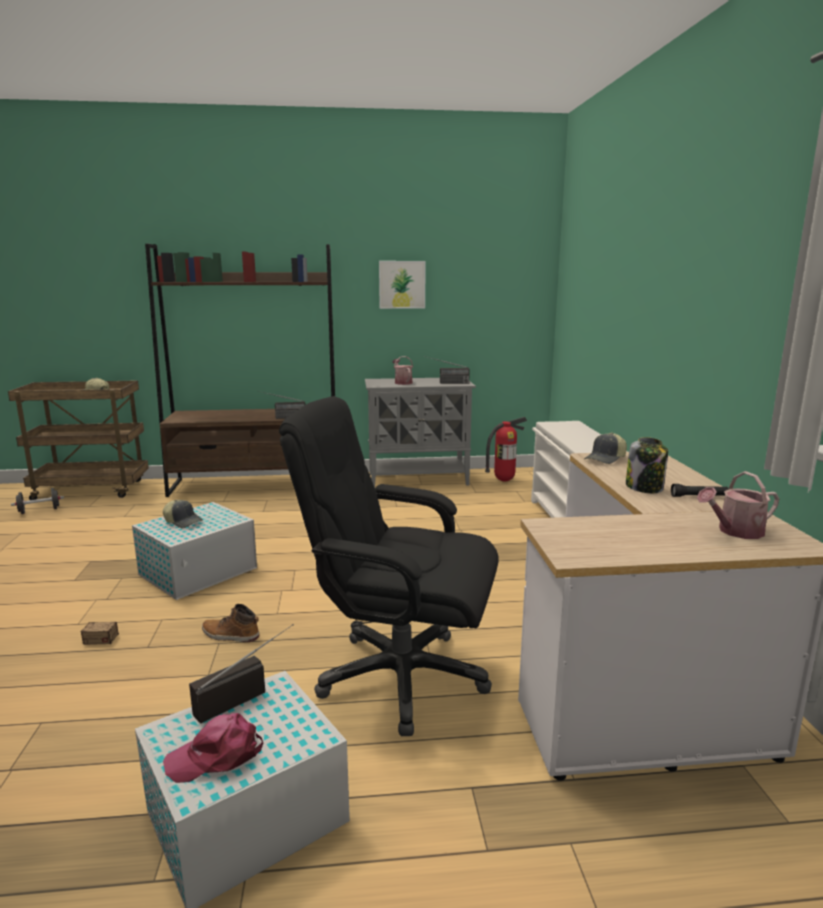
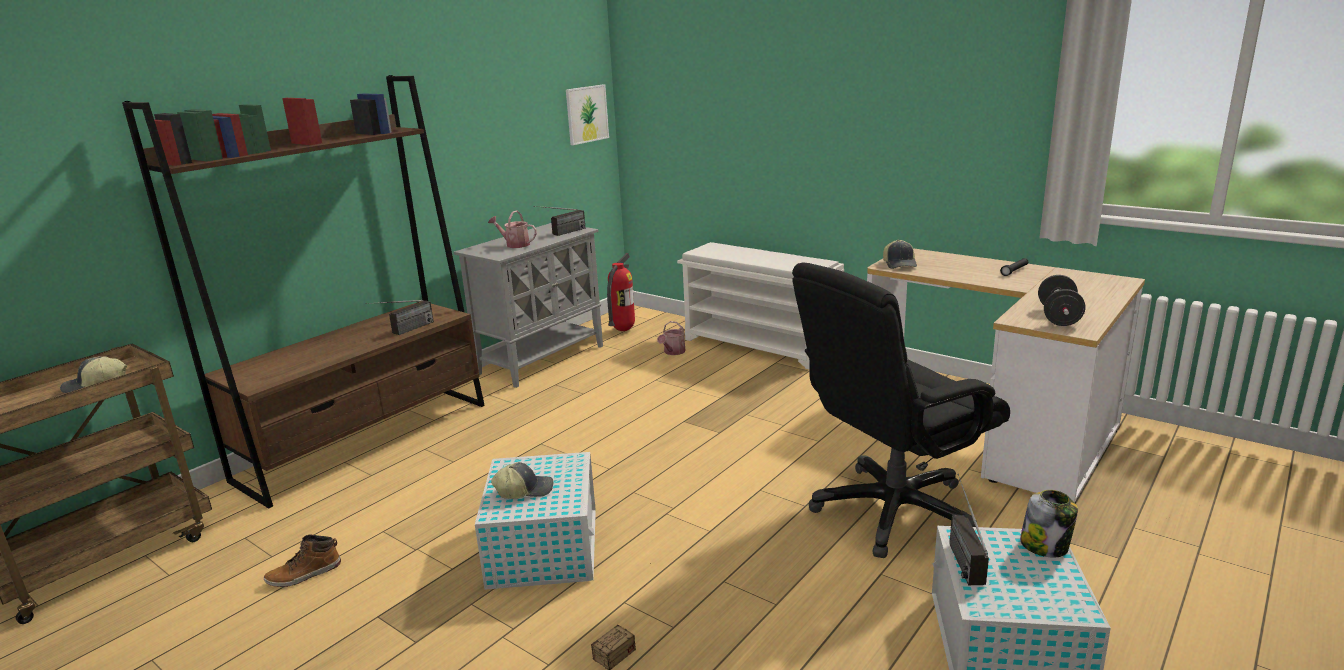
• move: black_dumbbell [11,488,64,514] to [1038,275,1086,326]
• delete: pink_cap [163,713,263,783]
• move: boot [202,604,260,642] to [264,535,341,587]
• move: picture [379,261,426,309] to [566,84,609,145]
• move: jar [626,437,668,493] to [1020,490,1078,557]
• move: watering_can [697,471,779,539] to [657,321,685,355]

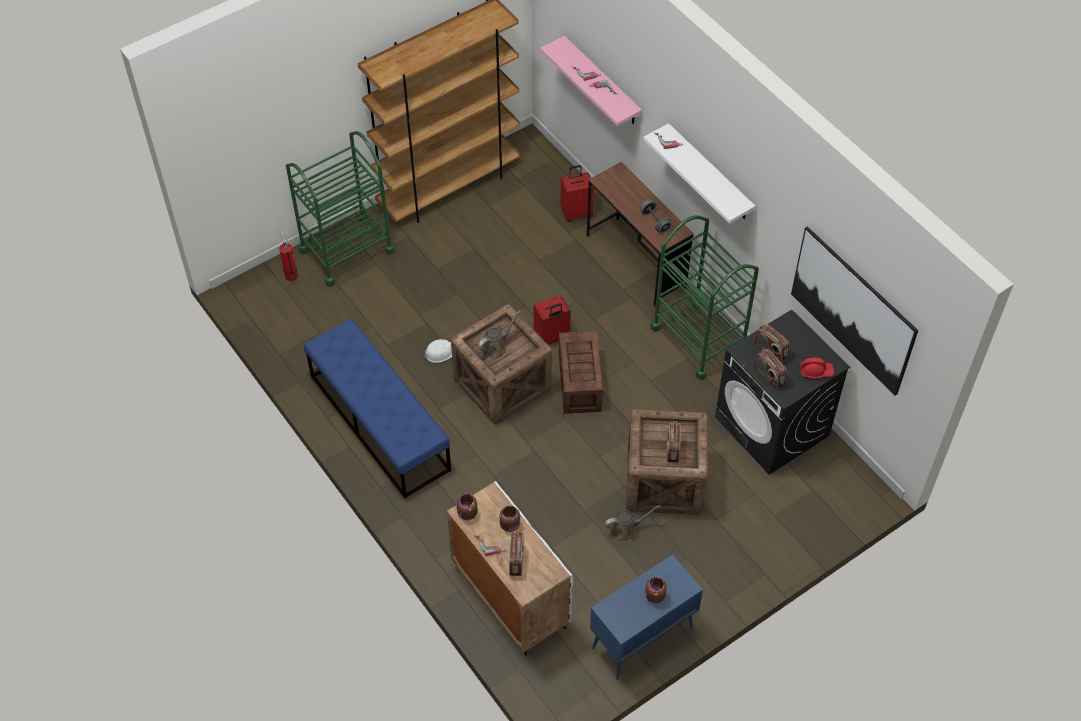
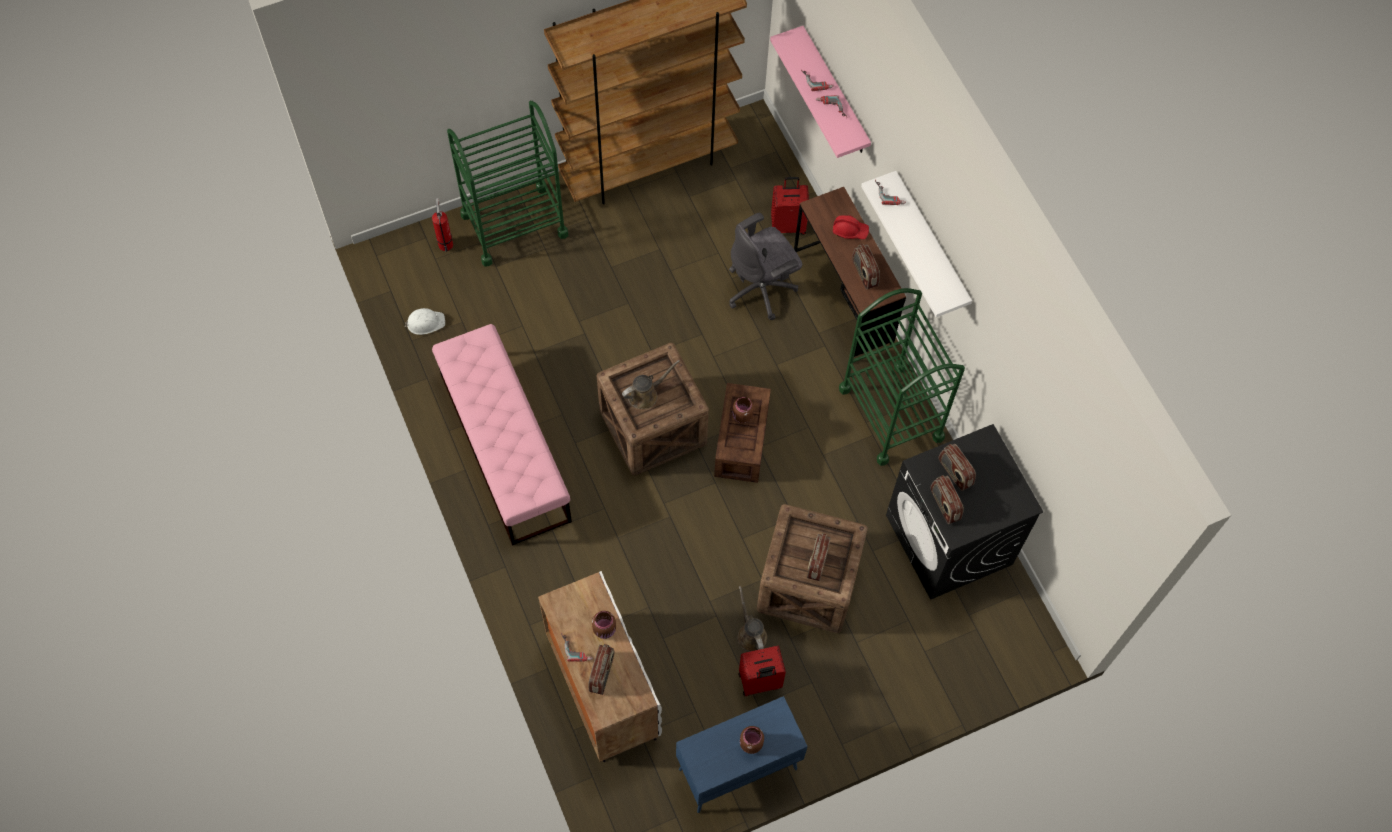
• recolor: blue_bench [304,319,451,498] to pink_bench [432,324,572,546]
• move: white_hard_hat [424,339,452,363] to [404,308,445,335]
• move: brown_jar [457,494,478,520] to [732,397,754,423]
• move: red_suitcase [534,295,571,345] to [738,646,786,696]
• rotate: brown_watering_can [605,505,661,542] = [738,586,767,652] 105 degrees counterclockwise
• replace: grey_dumbbell [640,200,671,233] to radio [852,244,880,290]
• delete: picture [791,226,918,396]
• move: red_hard_hat [800,357,834,379] to [833,215,869,239]
• insert: grey_office_chair [729,213,802,320]

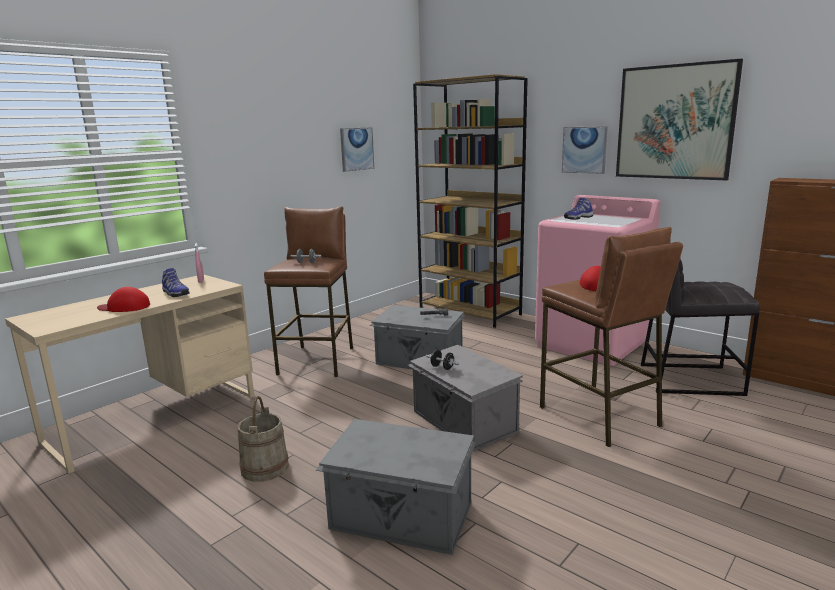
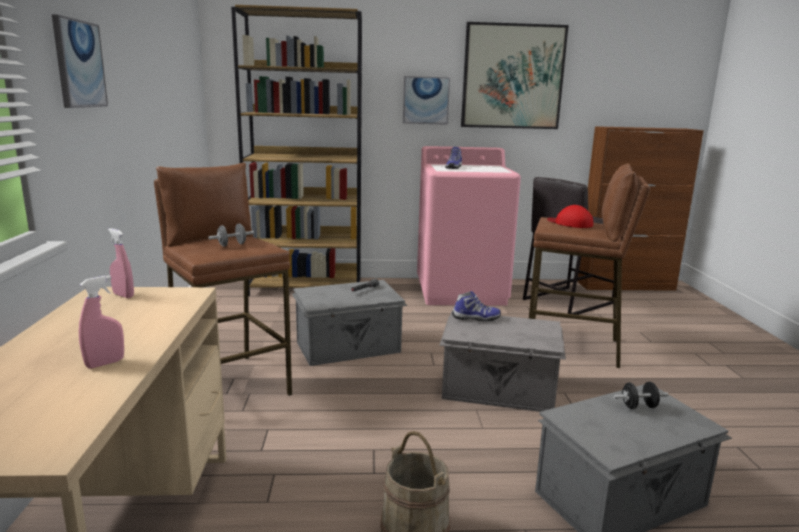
• replace: red_cap [97,287,150,312] to pink_spray_bottle [79,275,124,369]
• move: shoe [162,268,190,297] to [452,291,501,322]
• move: picture [340,127,374,172] to [52,14,108,108]
• move: black_dumbbell [426,350,459,370] to [614,382,668,409]

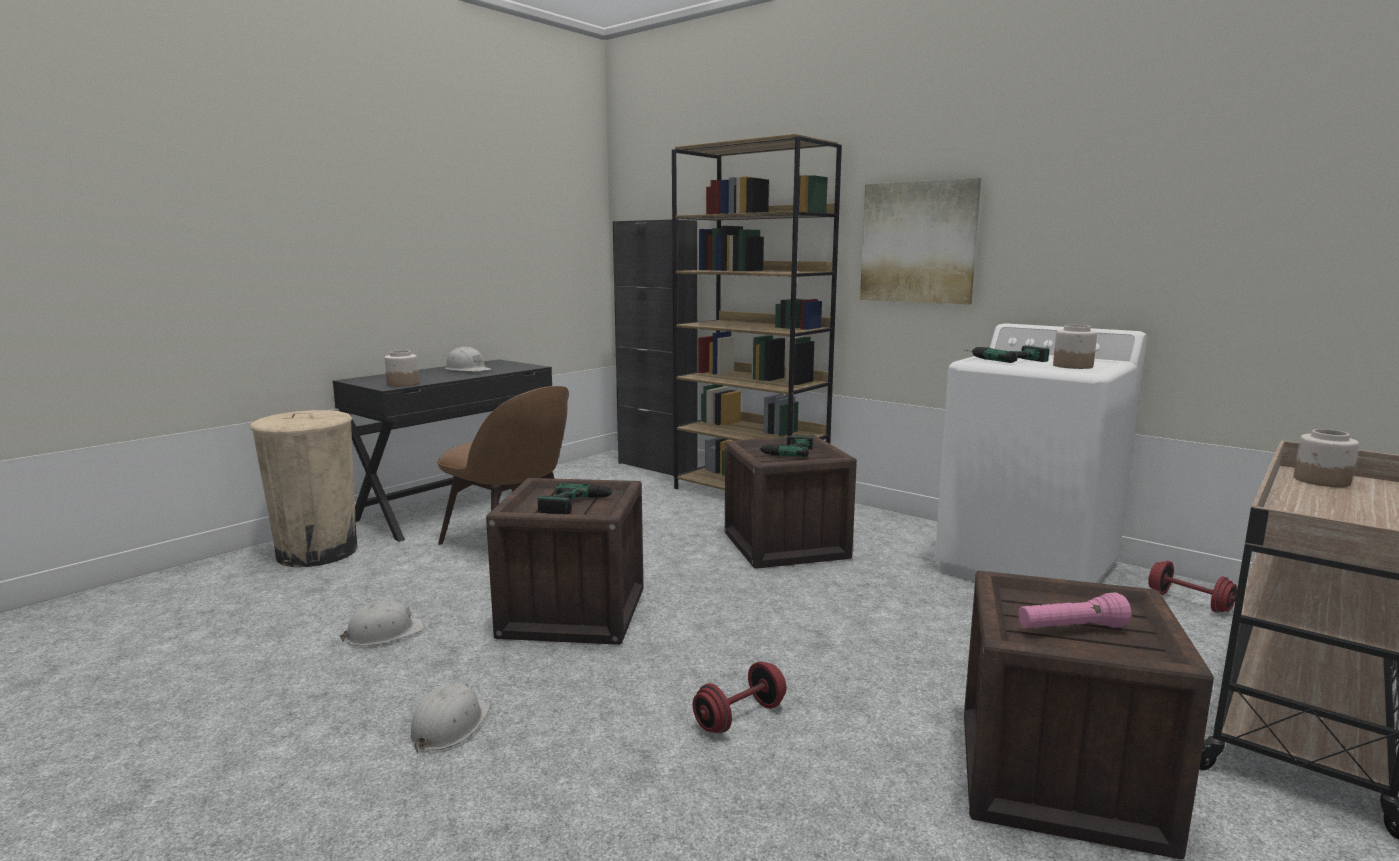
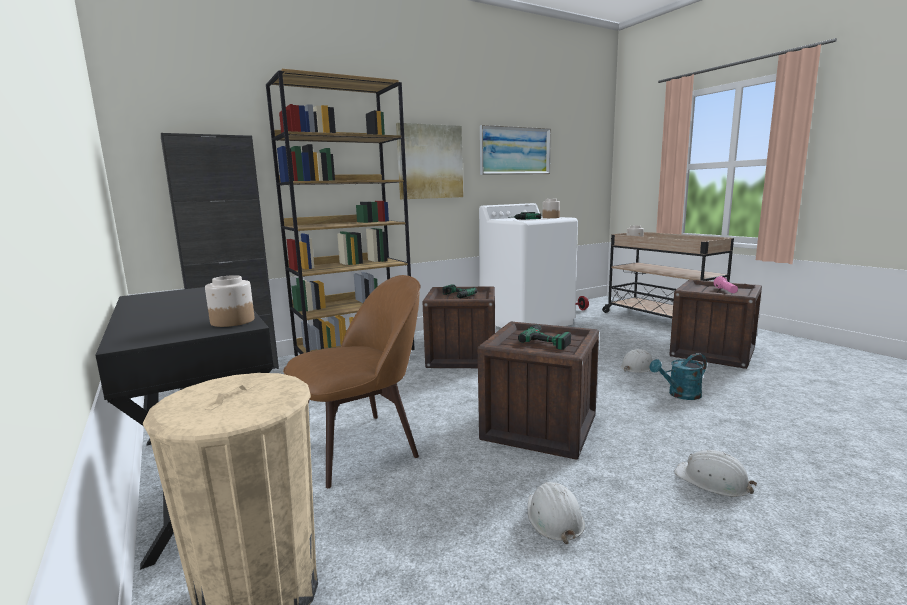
• move: white_hard_hat [445,346,492,372] to [621,349,653,373]
• replace: red_dumbbell [693,661,786,733] to turquoise_watering_can [650,353,707,400]
• insert: picture [480,125,551,175]

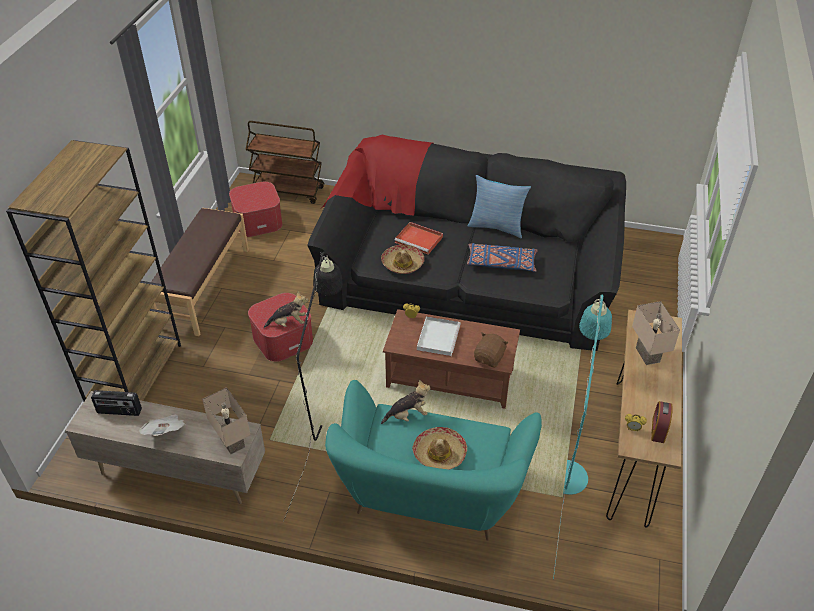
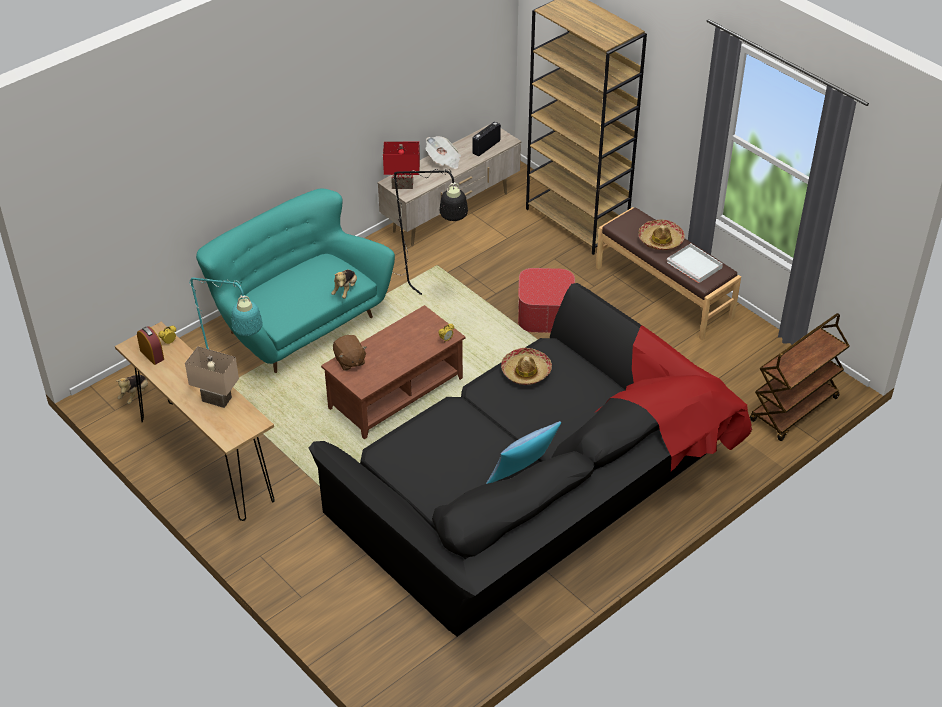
• recolor: beige_table_lamp [202,387,251,454] to red_table_lamp [383,141,420,189]
• delete: ottoman [229,182,283,237]
• move: plush_toy [264,292,308,328] to [116,374,148,404]
• delete: red_tray [394,222,443,255]
• move: hat [412,427,467,469] to [638,219,685,250]
• move: white_tray [417,316,461,356] to [667,243,723,283]
• delete: blue_pillow [467,243,538,272]

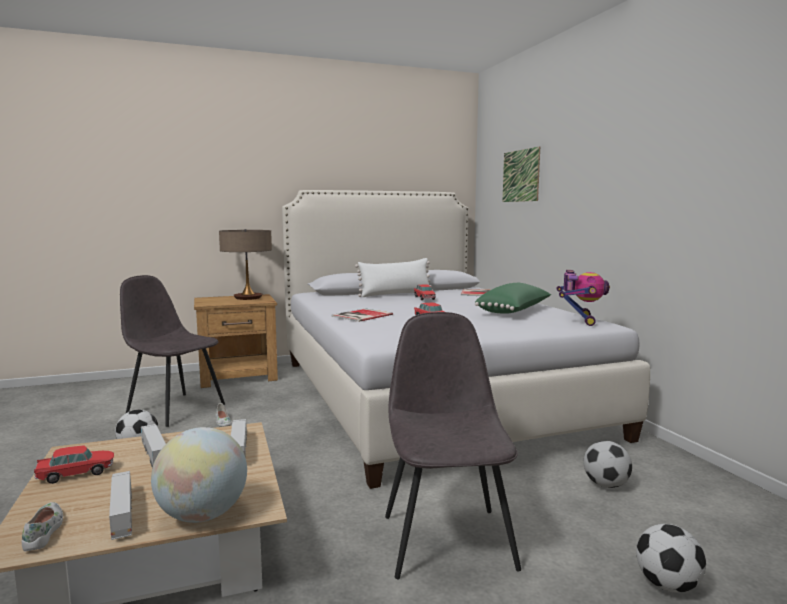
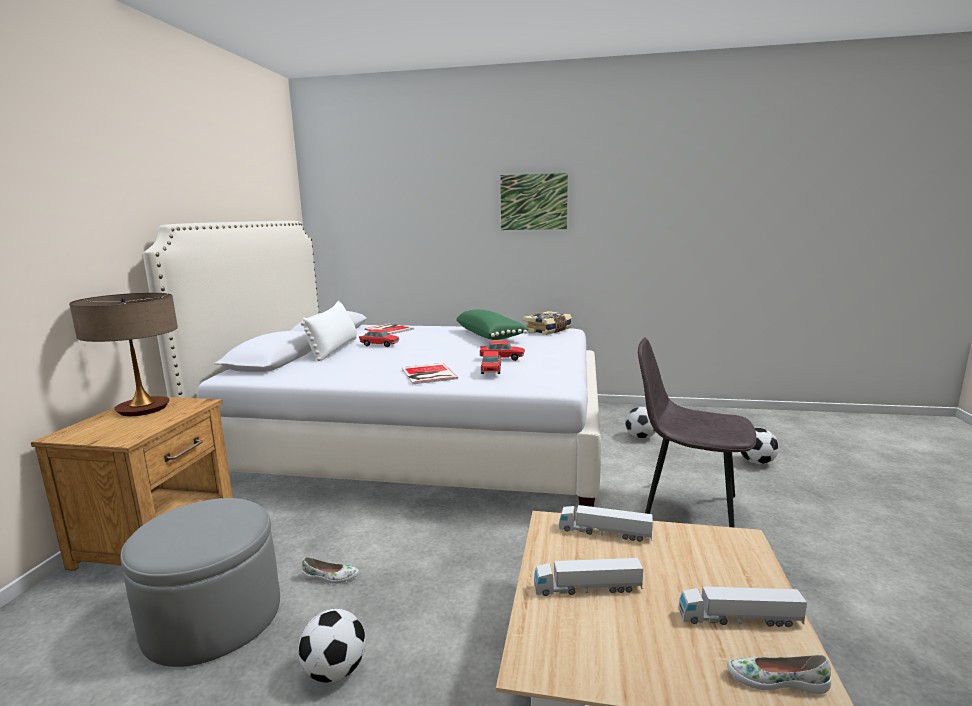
• move: toy_car [34,445,114,484] to [481,351,501,374]
• replace: grey_chair [120,275,225,427] to grey_ottoman [120,498,280,667]
• delete: globe [151,427,247,523]
• move: picture [503,146,540,202] to [500,173,568,230]
• replace: toy_robot [557,270,610,326] to book [523,311,572,335]

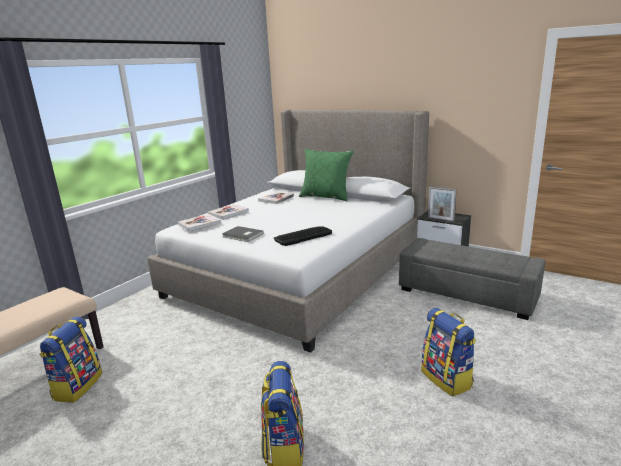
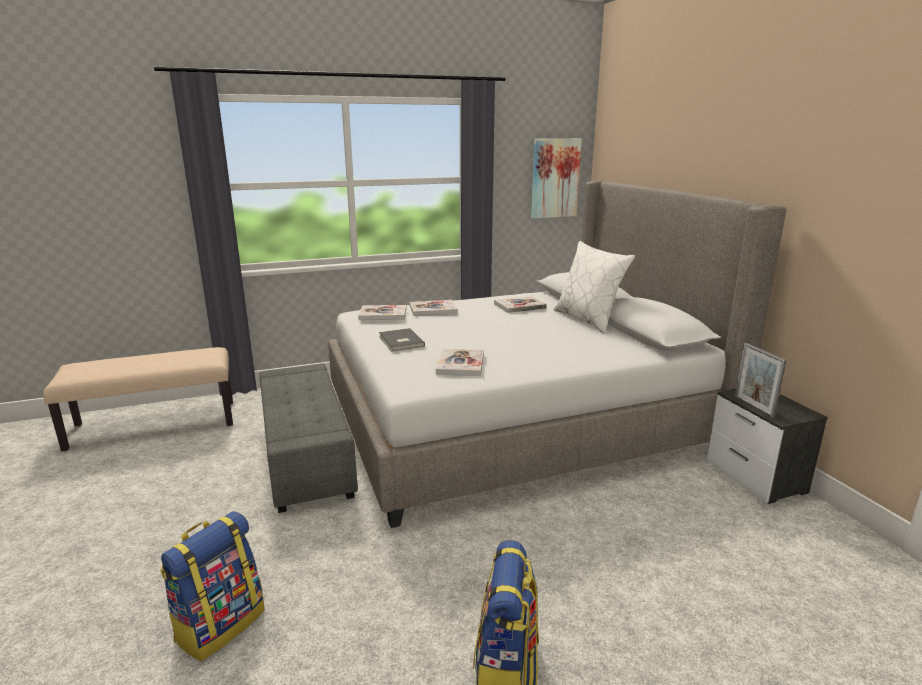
• delete: backpack [40,317,102,402]
• replace: keyboard [273,226,332,246] to book [436,348,484,376]
• recolor: green_pillow [299,149,354,201] to white_pillow [553,241,635,333]
• move: grey_ottoman [399,238,545,320] to [259,364,358,513]
• insert: picture [531,139,582,219]

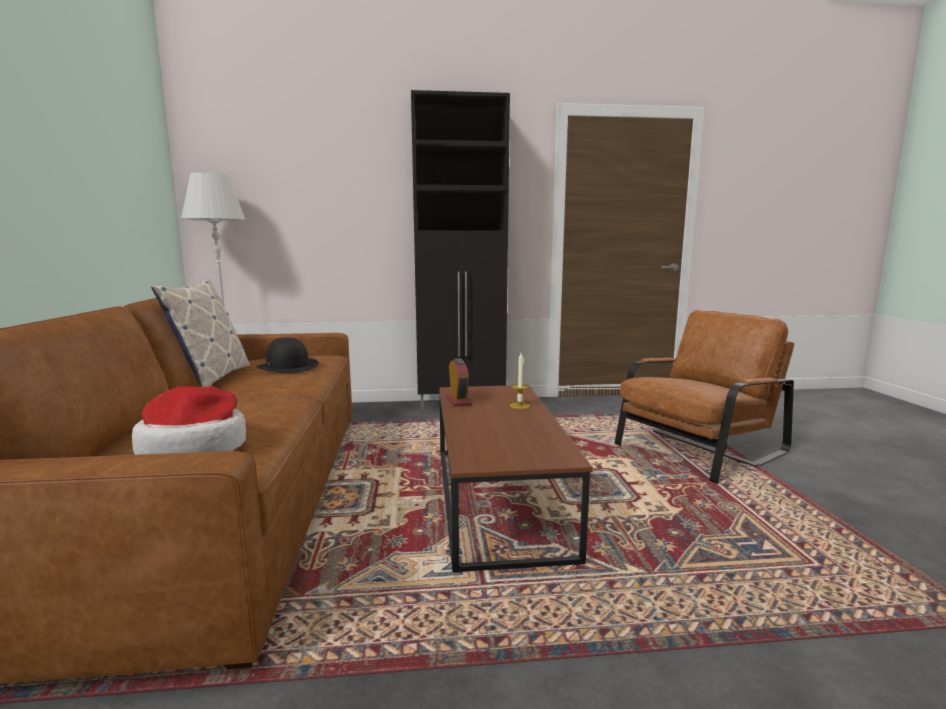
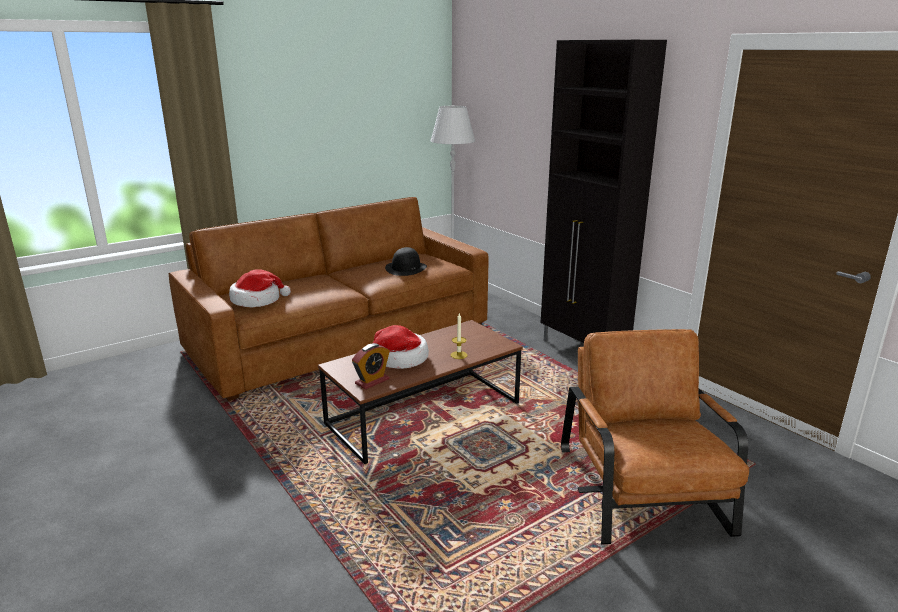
• delete: pillow [151,278,250,387]
• move: alarm_clock [446,358,472,406] to [352,343,390,390]
• rotate: brown_armchair [615,310,794,484] = [561,329,749,545] 120 degrees counterclockwise
• insert: hat [373,325,429,369]

